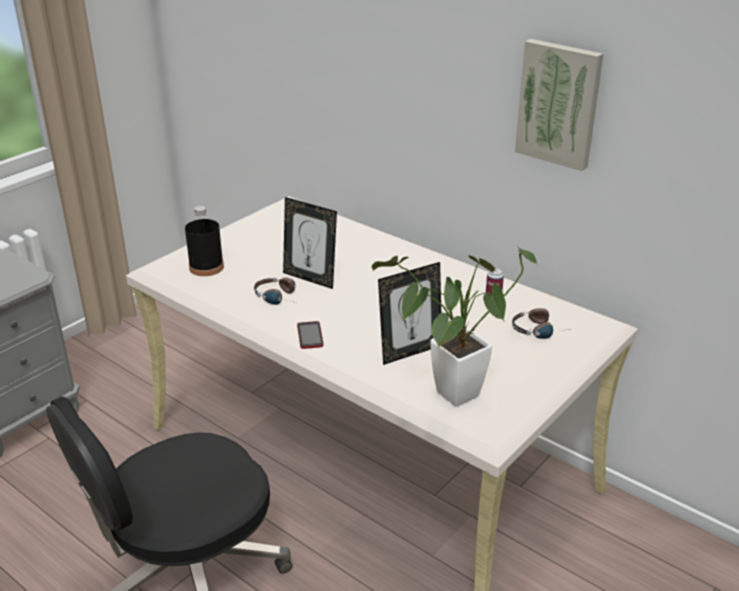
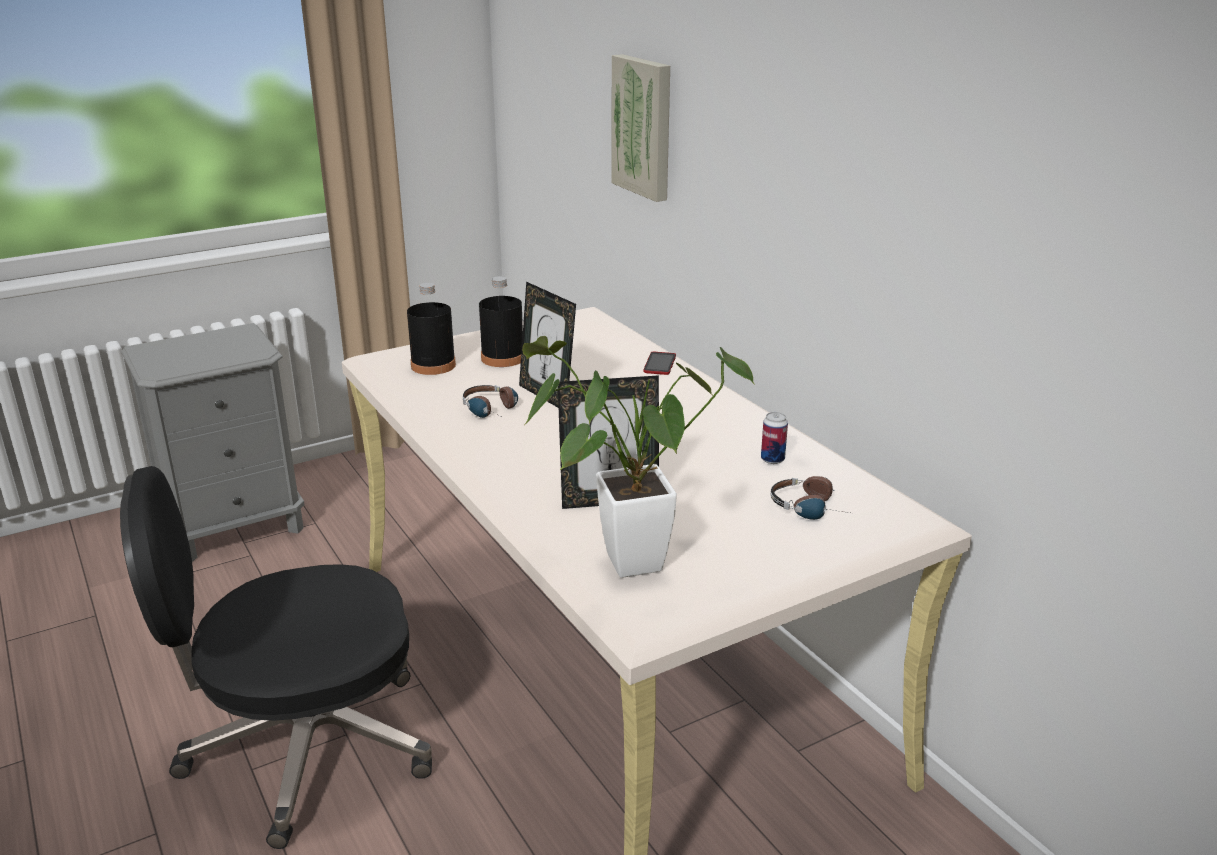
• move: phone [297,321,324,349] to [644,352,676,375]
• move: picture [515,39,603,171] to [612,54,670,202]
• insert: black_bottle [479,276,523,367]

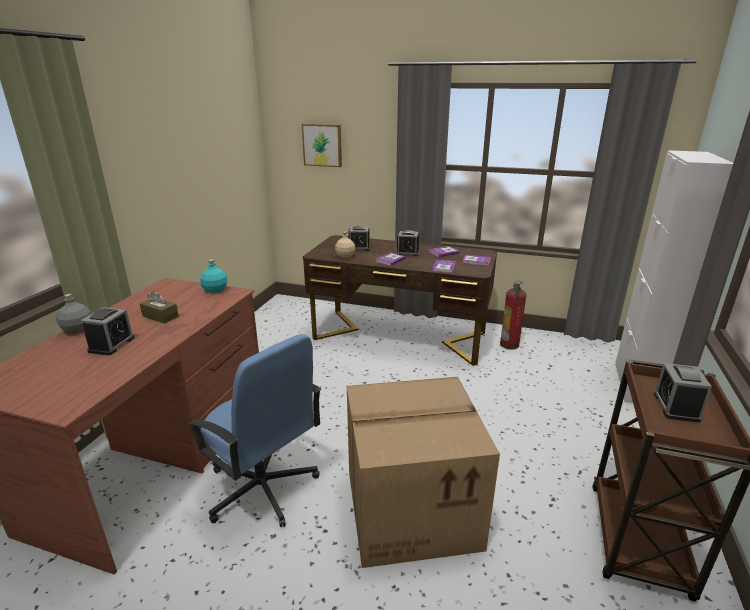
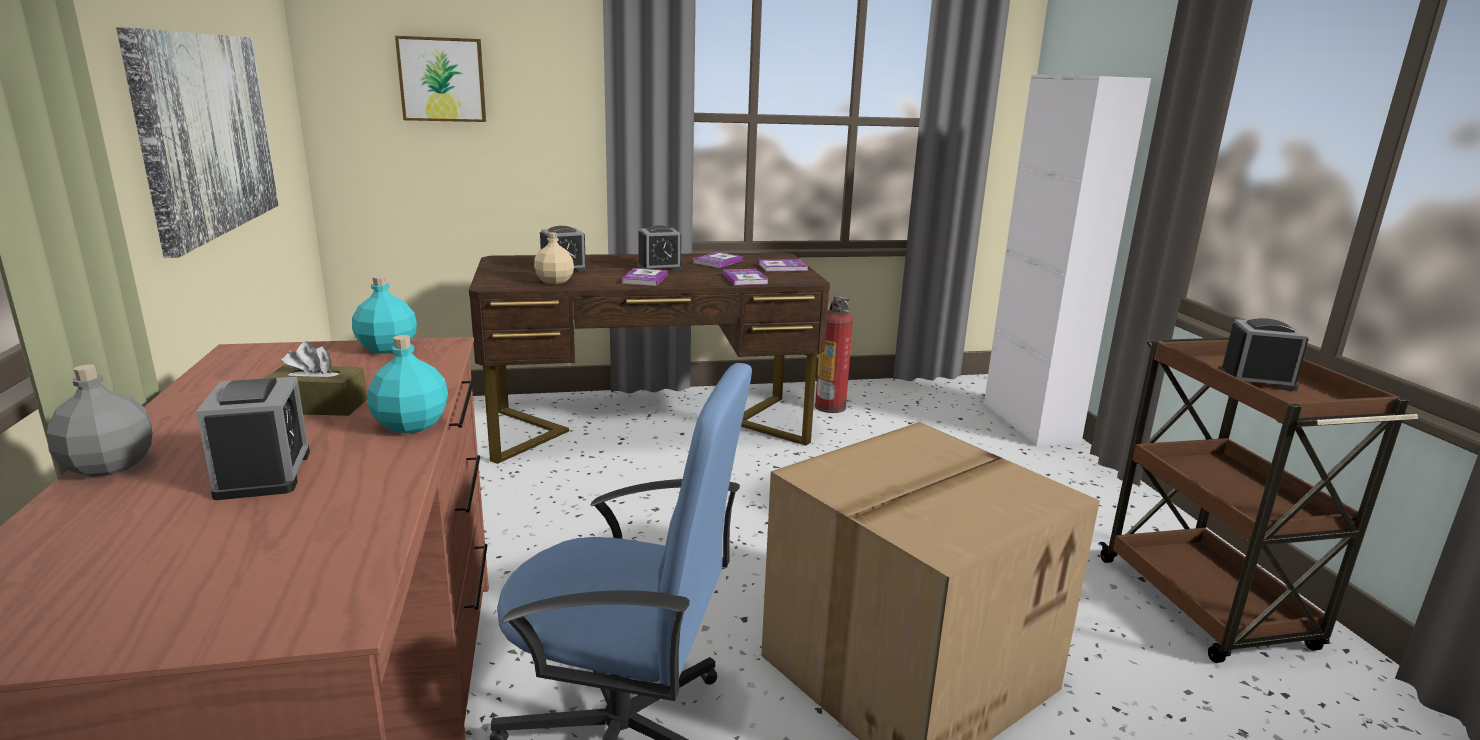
• rotate: alarm_clock [654,363,712,423] = [1218,318,1308,391] 120 degrees clockwise
• insert: picture [116,27,279,258]
• insert: turquoise_bottle [367,335,448,433]

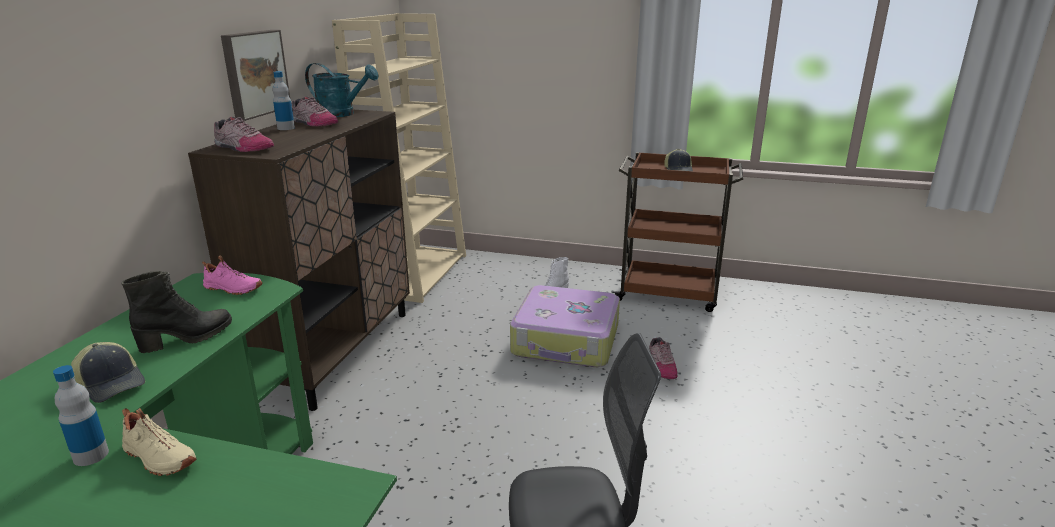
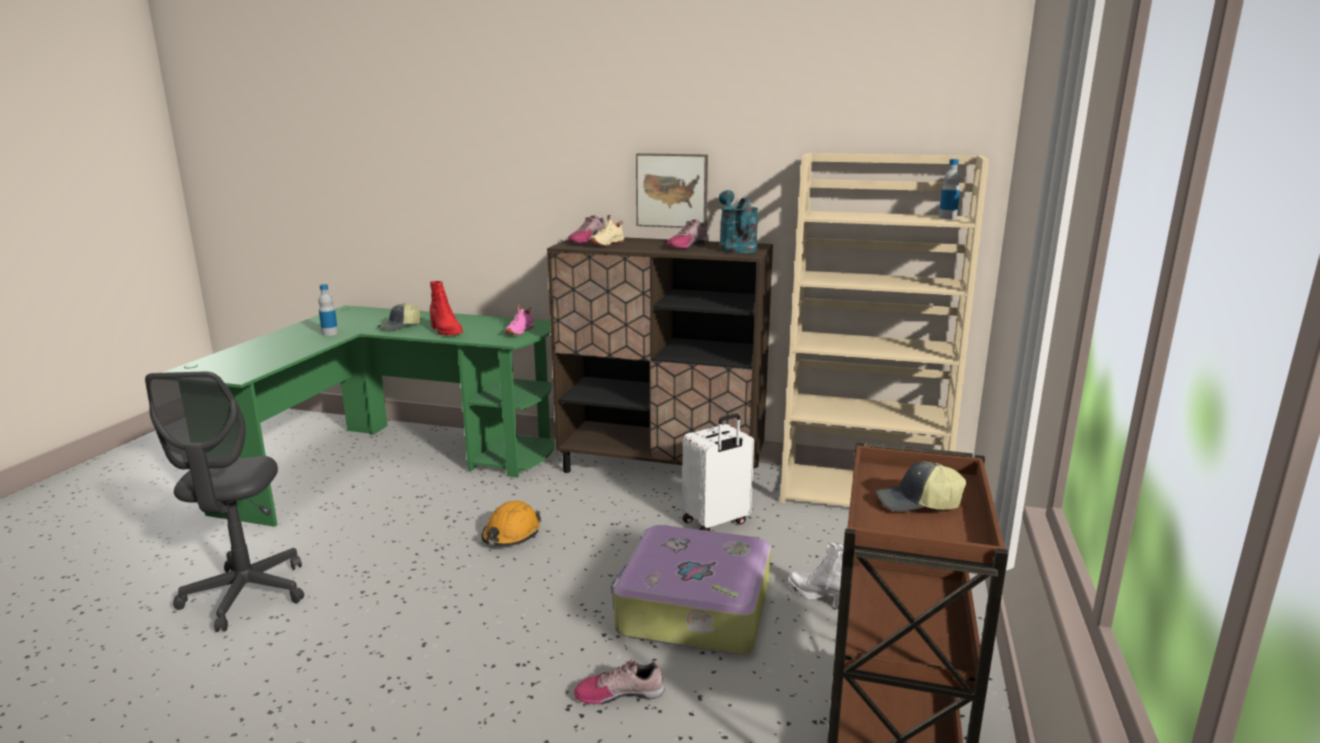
• recolor: black_boot [121,271,232,353] to red_boot [430,281,463,335]
• move: beige_shoe [122,408,197,476] to [589,215,624,246]
• move: bottle [272,71,295,130] to [939,159,960,219]
• rotate: turquoise_watering_can [305,63,379,117] = [719,190,759,253] 150 degrees clockwise
• insert: orange_hard_hat [481,500,541,546]
• insert: white_suitcase [682,414,754,531]

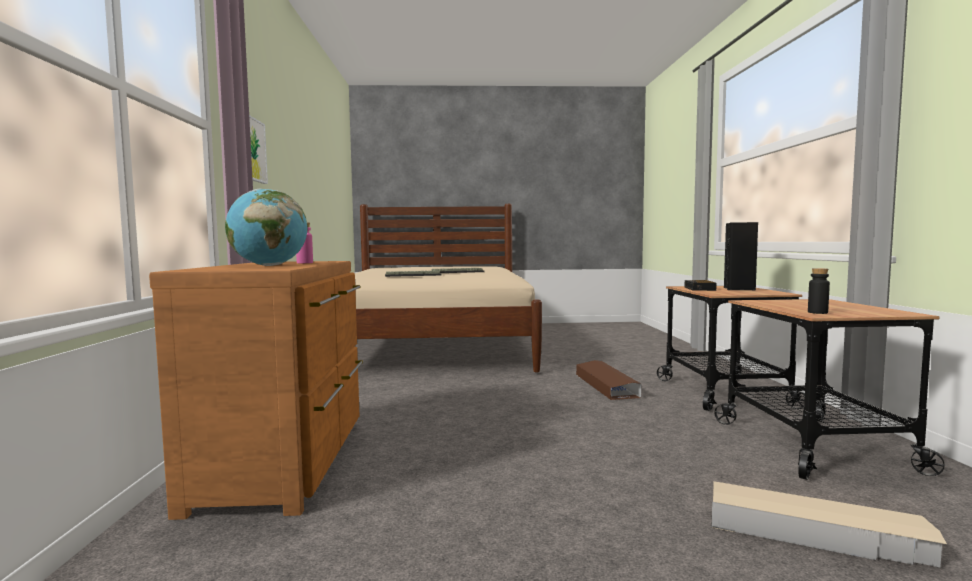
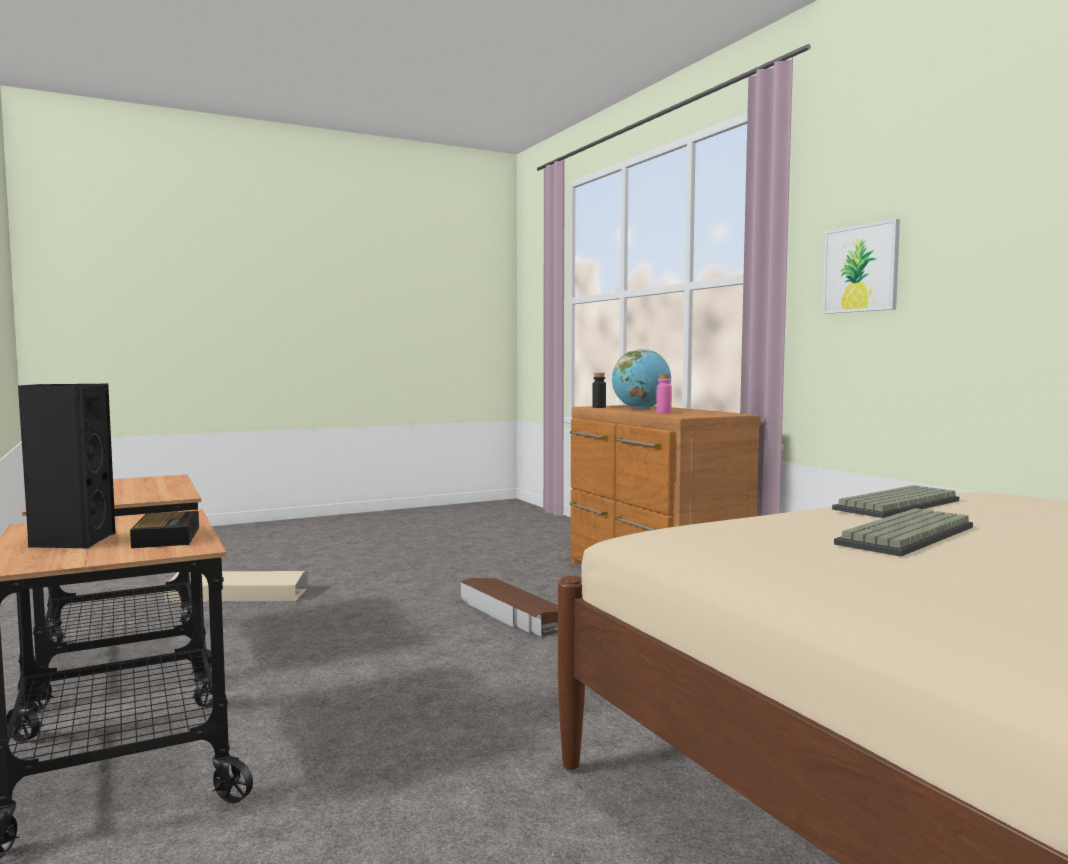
• move: brown_storage_box [576,360,641,400] to [460,578,558,637]
• move: black_bottle [808,268,830,314] to [592,373,606,408]

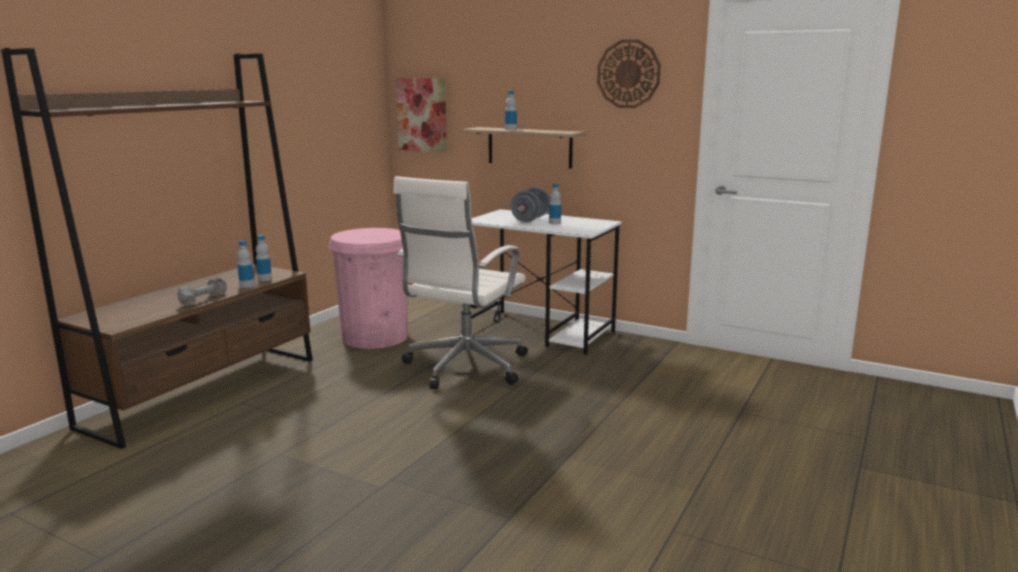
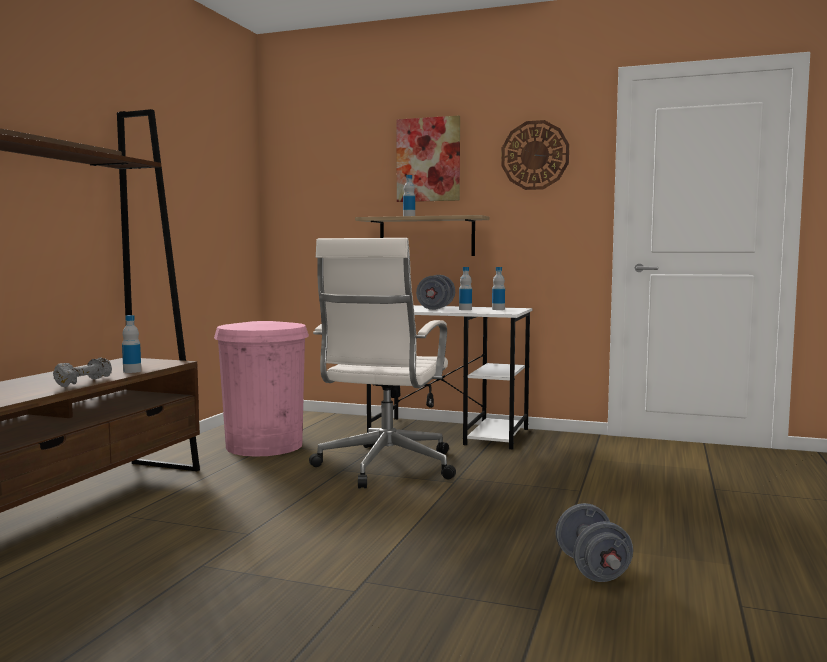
• move: bottle [256,235,272,281] to [492,267,505,310]
• move: picture [396,78,447,153] to [396,116,460,202]
• insert: grey_dumbbell [556,503,633,582]

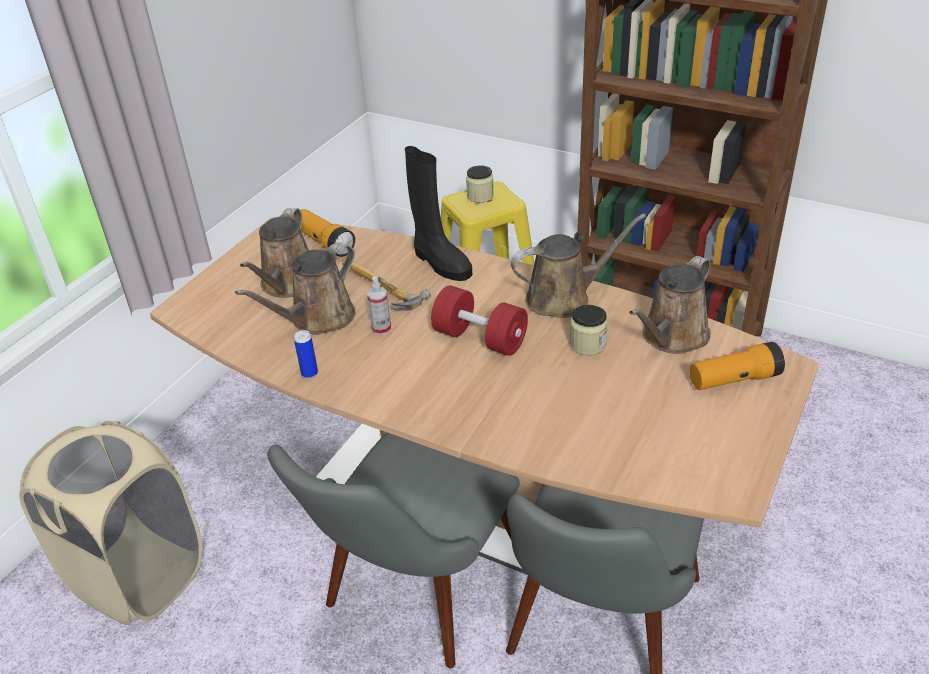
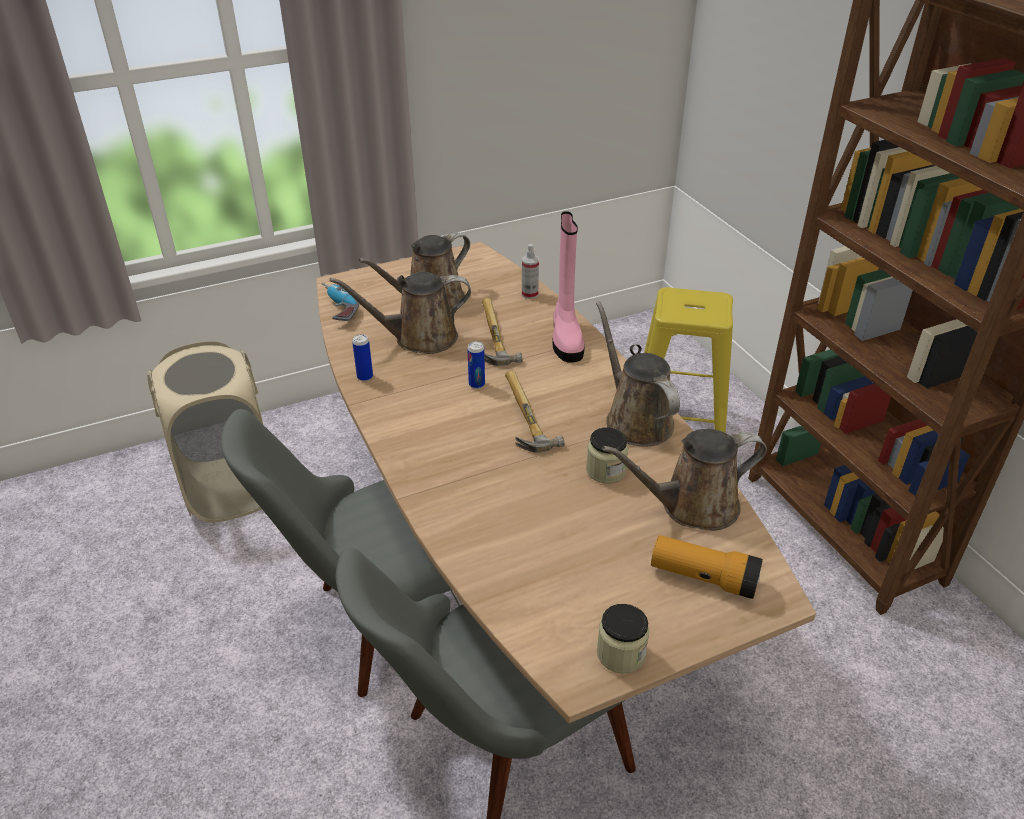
• delete: flashlight [293,209,355,257]
• move: spray_bottle [367,276,391,335] to [522,244,539,299]
• recolor: black_boot [405,146,472,281] to pink_boot [552,211,585,363]
• replace: red_dumbbell [431,285,528,356] to hammer [505,371,565,453]
• move: jar [466,165,494,203] to [597,604,649,674]
• rotate: brown_watering_can [511,214,646,318] = [596,301,680,446] 135 degrees counterclockwise
• insert: power_drill [322,283,359,321]
• insert: can [467,341,485,389]

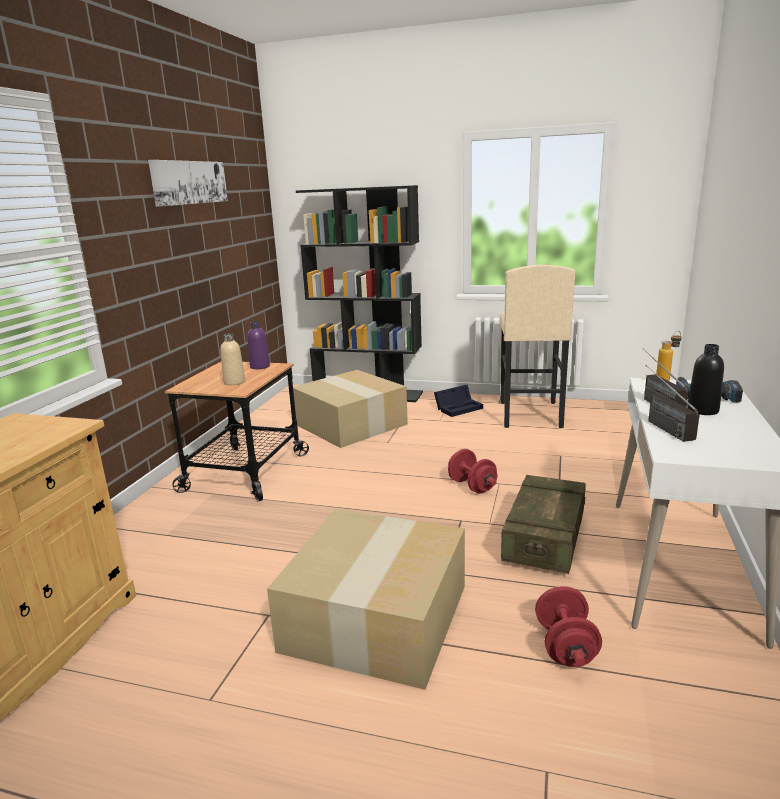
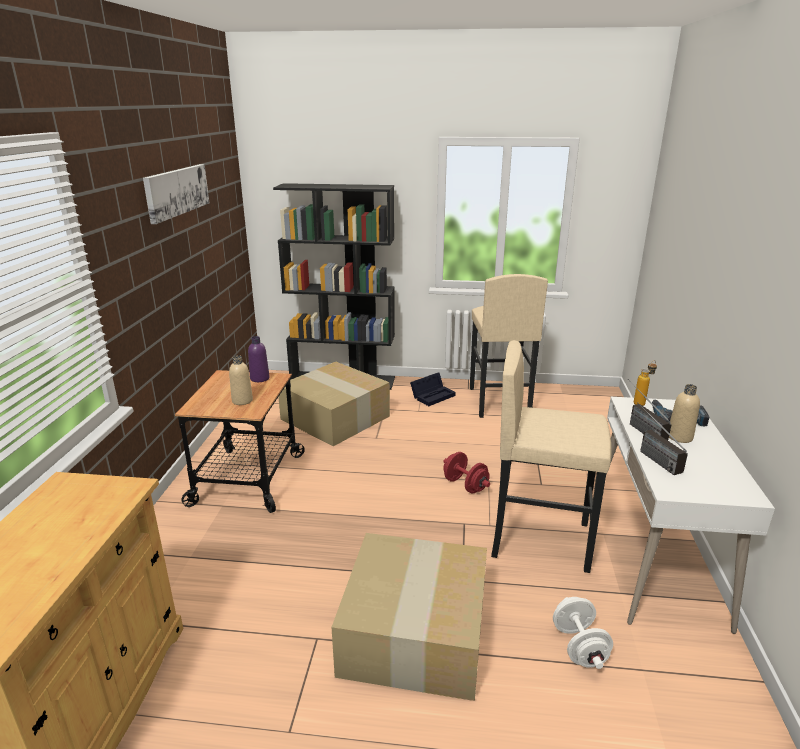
• replace: crate [501,475,586,574] to beige_stool [491,340,612,573]
• recolor: red_dumbbell [535,586,602,667] to white_dumbbell [553,597,613,669]
• recolor: black_bottle [687,344,724,415] to beige_bottle [669,384,700,443]

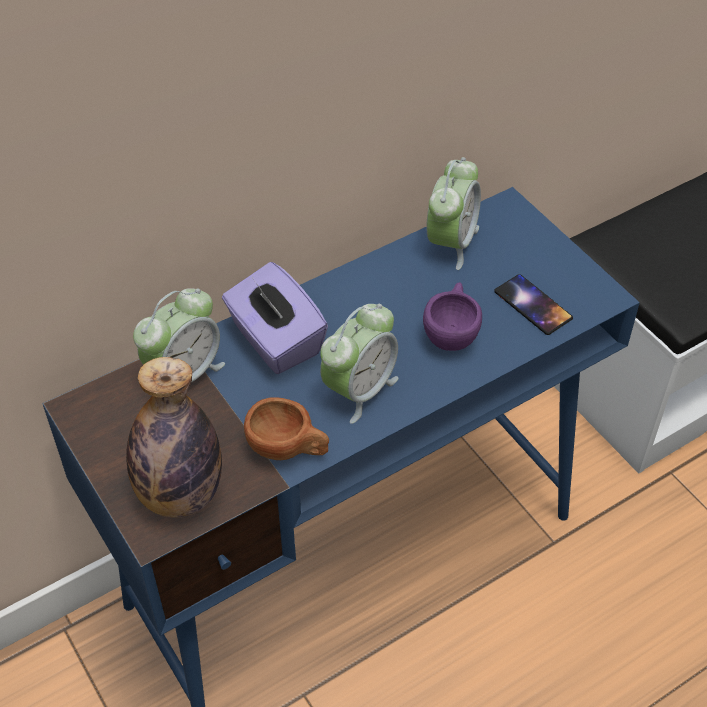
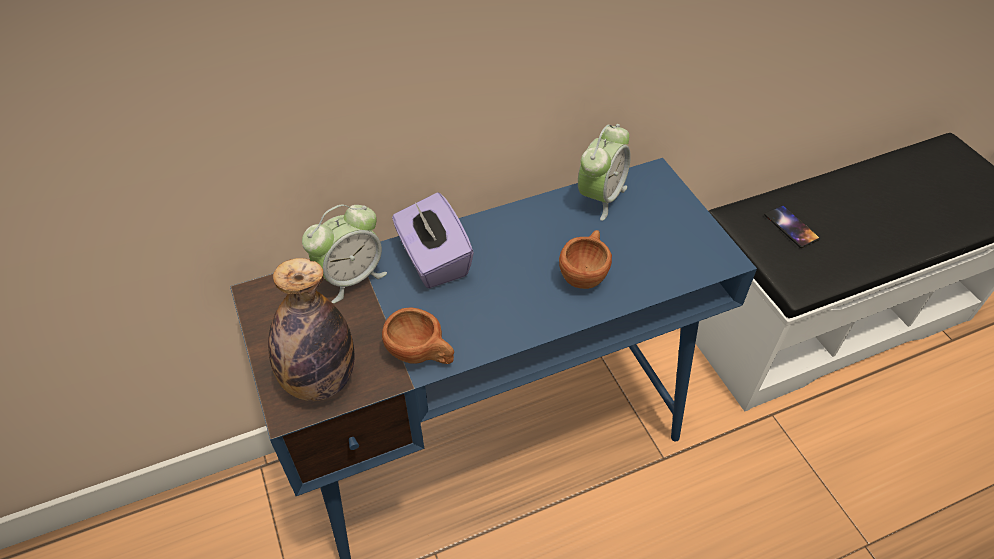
• delete: alarm_clock [320,304,399,424]
• recolor: purple_cup [423,282,482,351] to brown_cup [559,230,612,289]
• move: phone [494,274,573,335] to [764,205,820,248]

